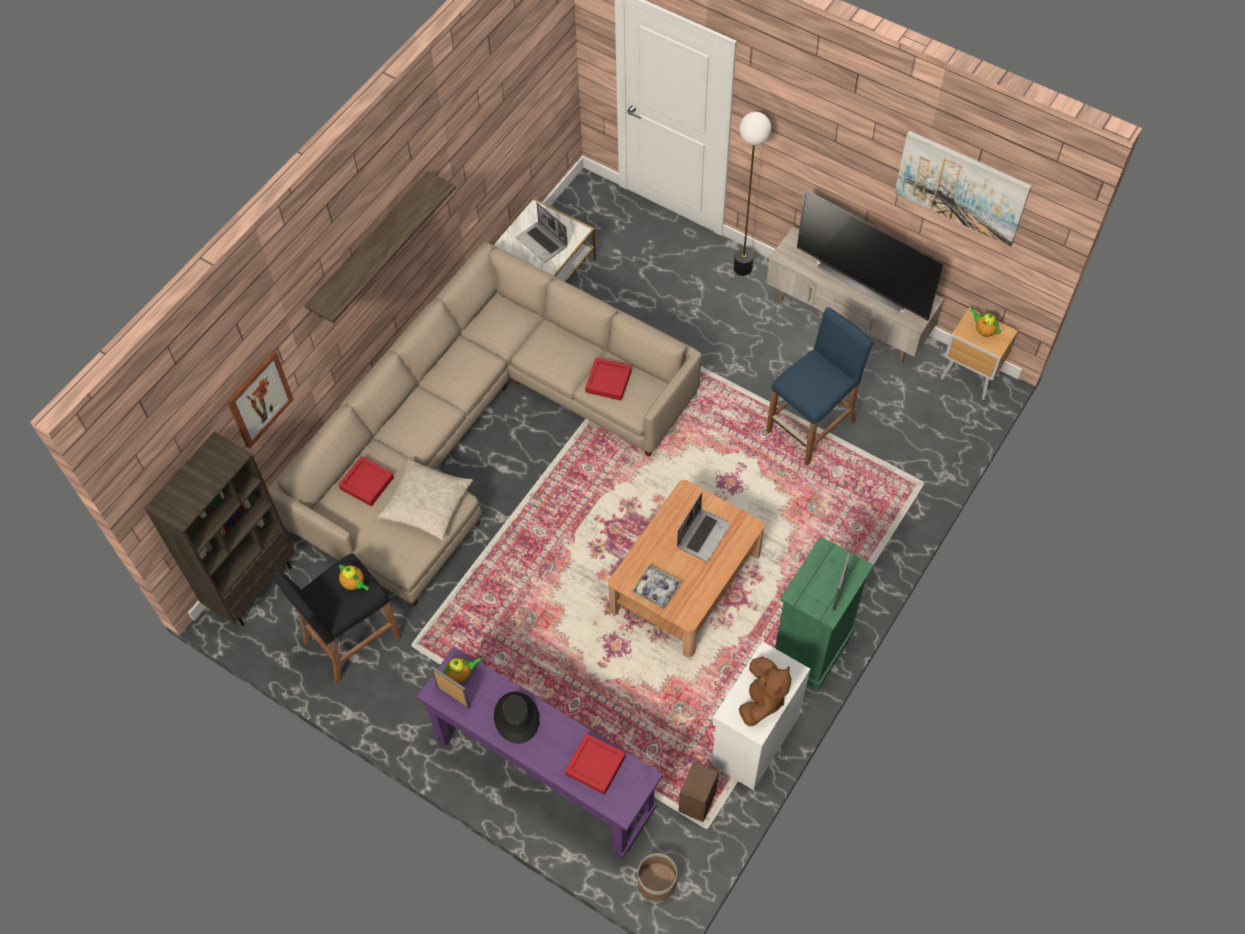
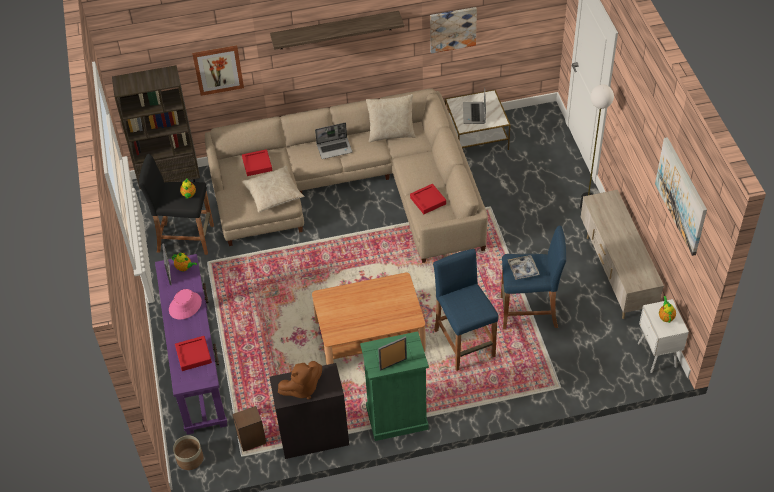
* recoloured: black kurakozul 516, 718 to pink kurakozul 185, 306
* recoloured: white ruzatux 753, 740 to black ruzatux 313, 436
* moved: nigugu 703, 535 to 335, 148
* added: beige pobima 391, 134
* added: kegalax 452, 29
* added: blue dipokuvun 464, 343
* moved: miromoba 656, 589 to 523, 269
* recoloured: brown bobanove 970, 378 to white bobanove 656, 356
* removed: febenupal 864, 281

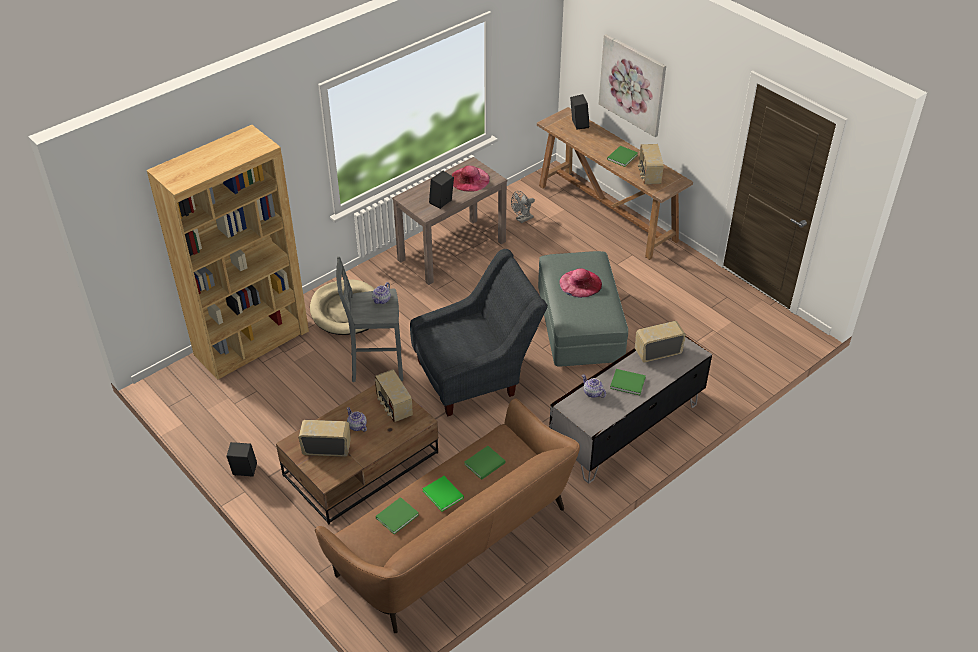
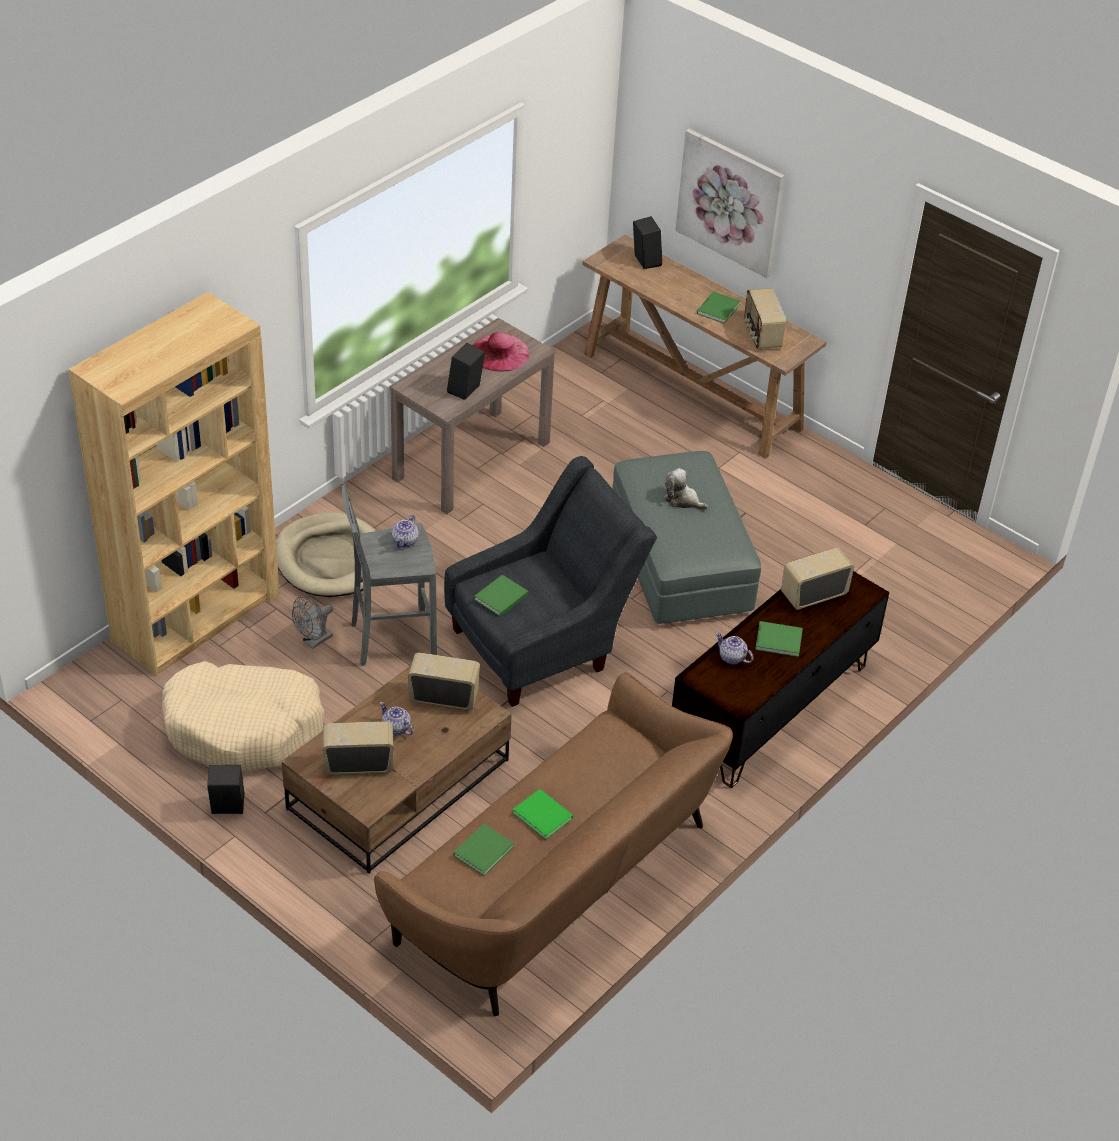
* added: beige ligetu 243, 728
* moved: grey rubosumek 522, 219 to 314, 641
* turned: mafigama 393, 407 = 444, 697 135 degrees clockwise
* moved: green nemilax 483, 464 to 500, 598
* replaced: pink kurakozul 580, 283 to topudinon 682, 500
* recoloured: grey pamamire 626, 429 to brown pamamire 771, 707

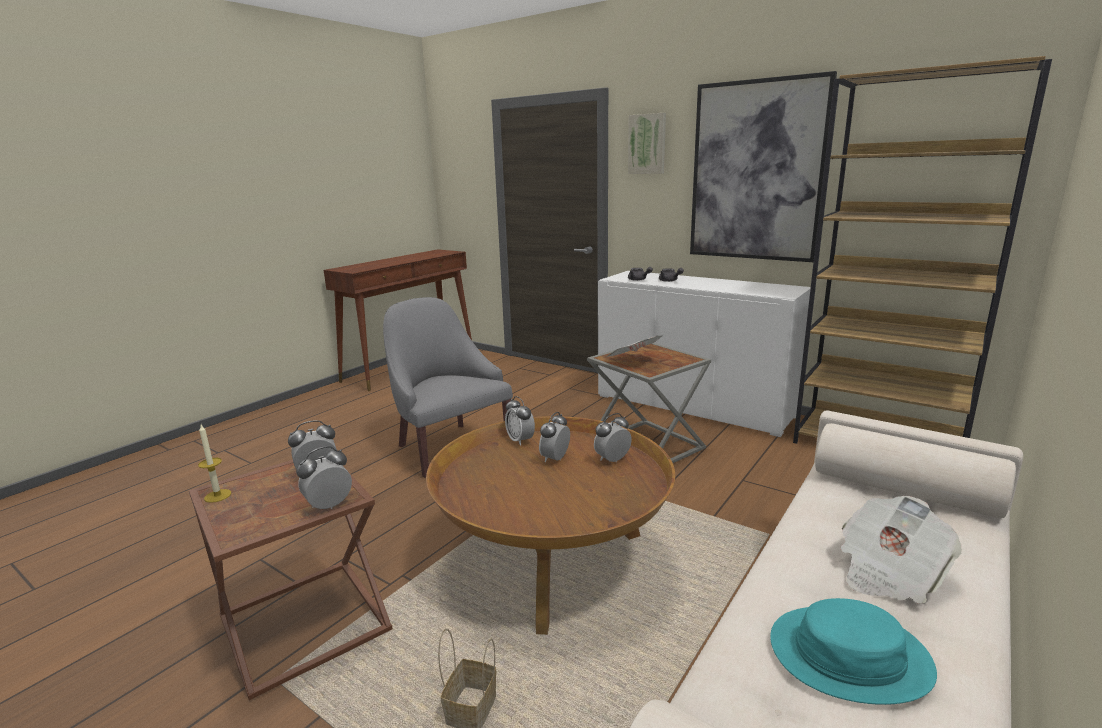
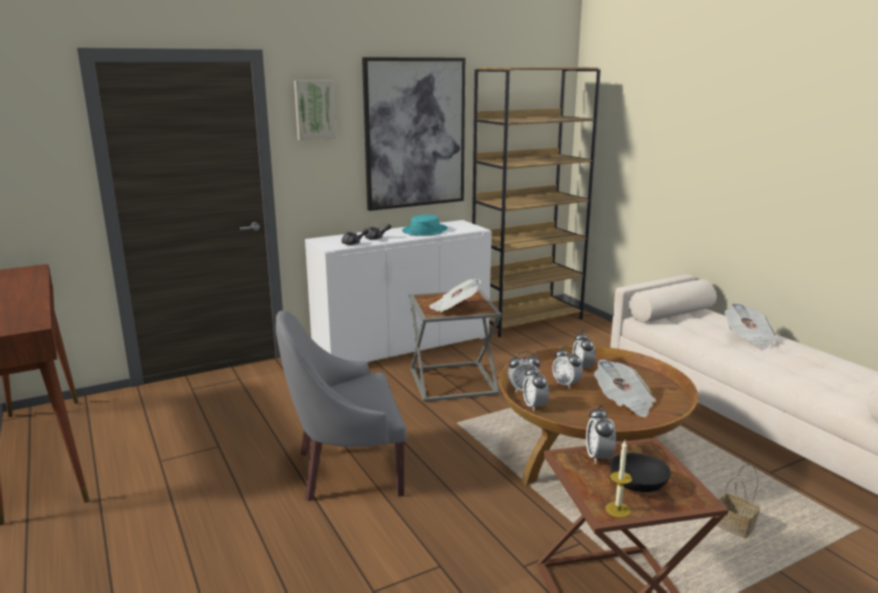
* moved: turquoise kurakozul 849, 655 to 424, 231
* moved: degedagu 329, 505 to 534, 406
* added: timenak 623, 403
* added: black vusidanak 637, 485

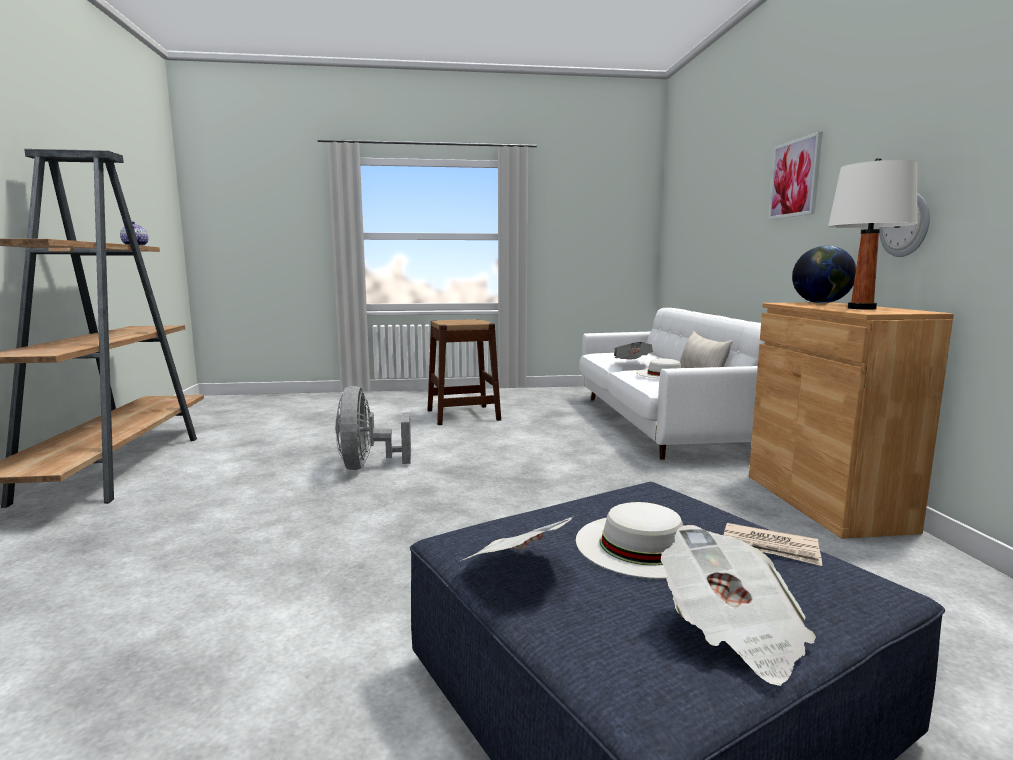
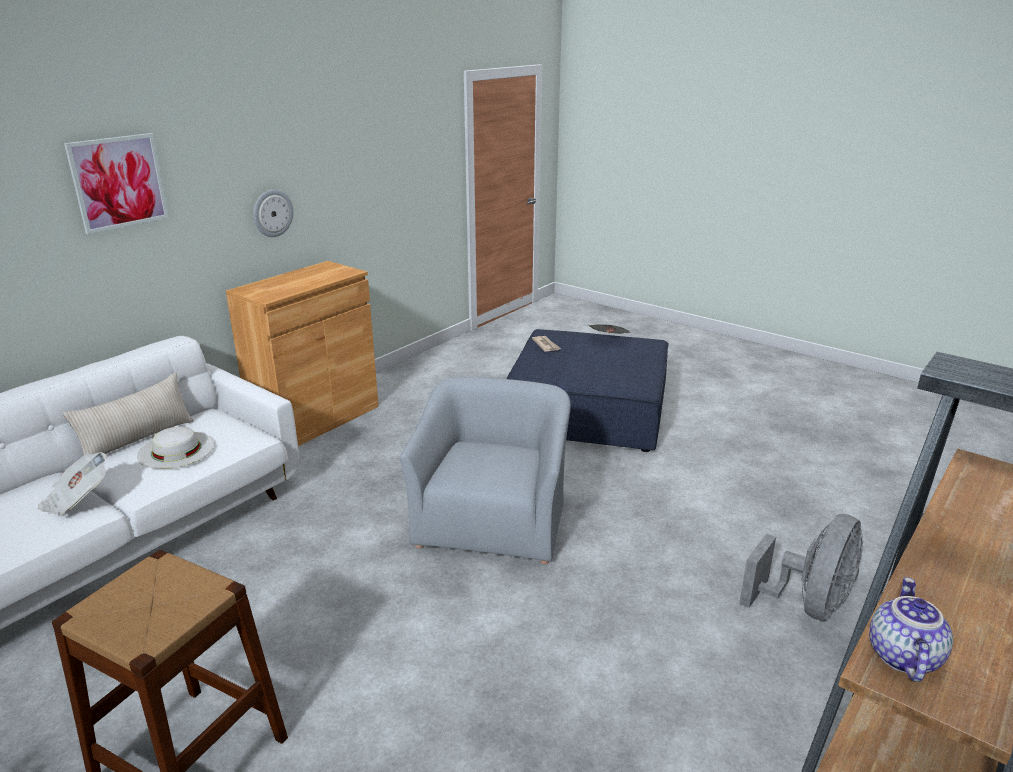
* added: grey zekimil 492, 522
* moved: grey rubosumek 367, 466 to 807, 605
* removed: timenak 517, 569
* removed: white kurakozul 642, 544
* removed: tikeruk 821, 303
* removed: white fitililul 861, 308

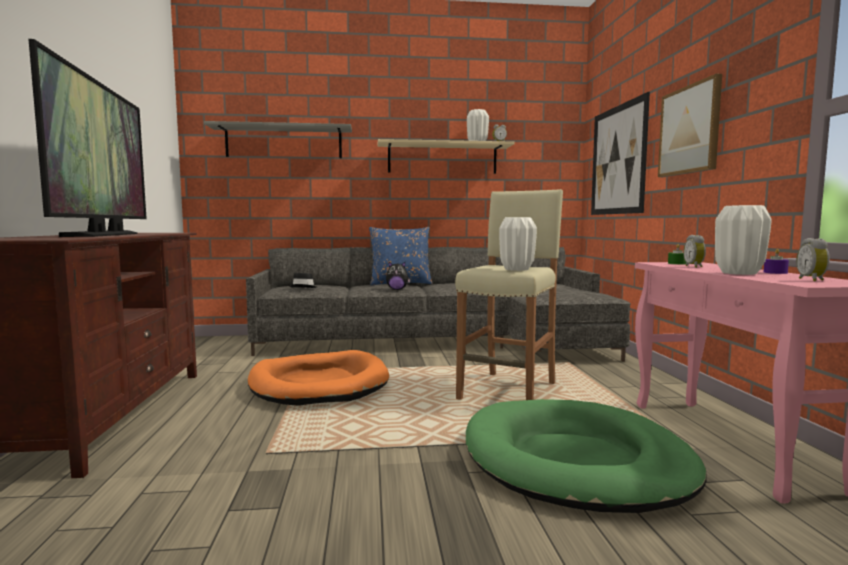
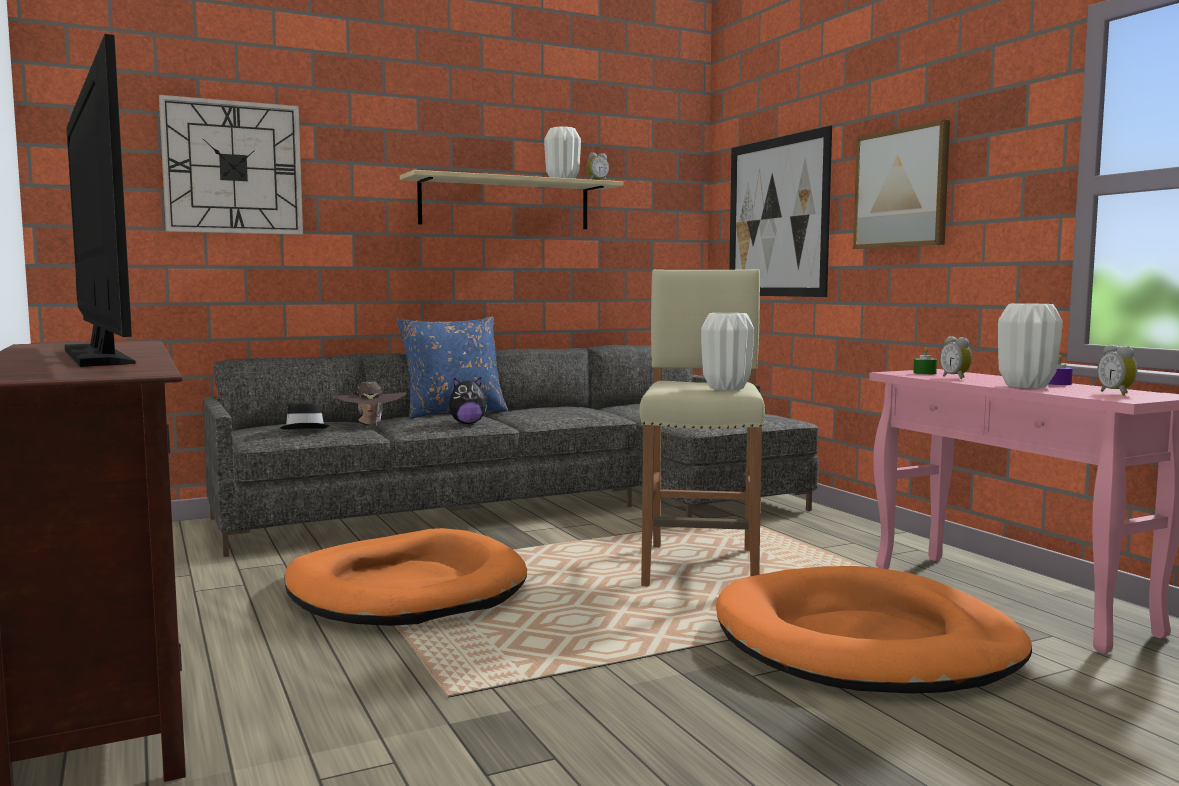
* replaced: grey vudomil 284, 143 to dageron 233, 167
* added: brown kurakozul 370, 424
* recoloured: green ligetu 576, 461 to orange ligetu 866, 643

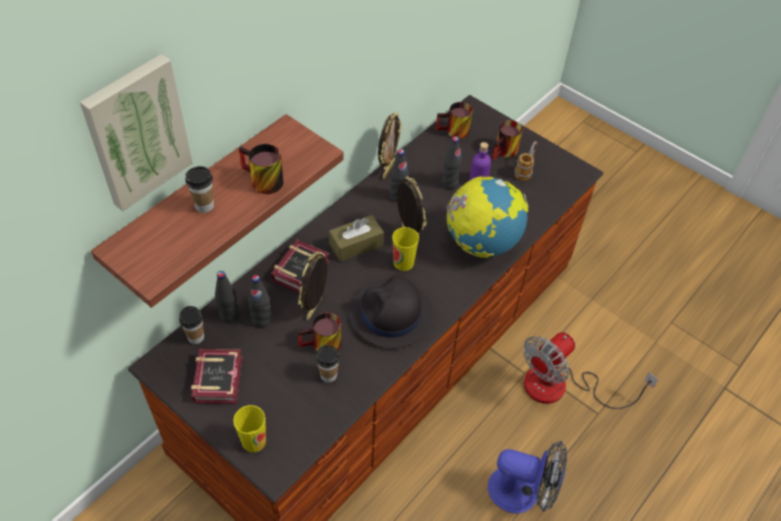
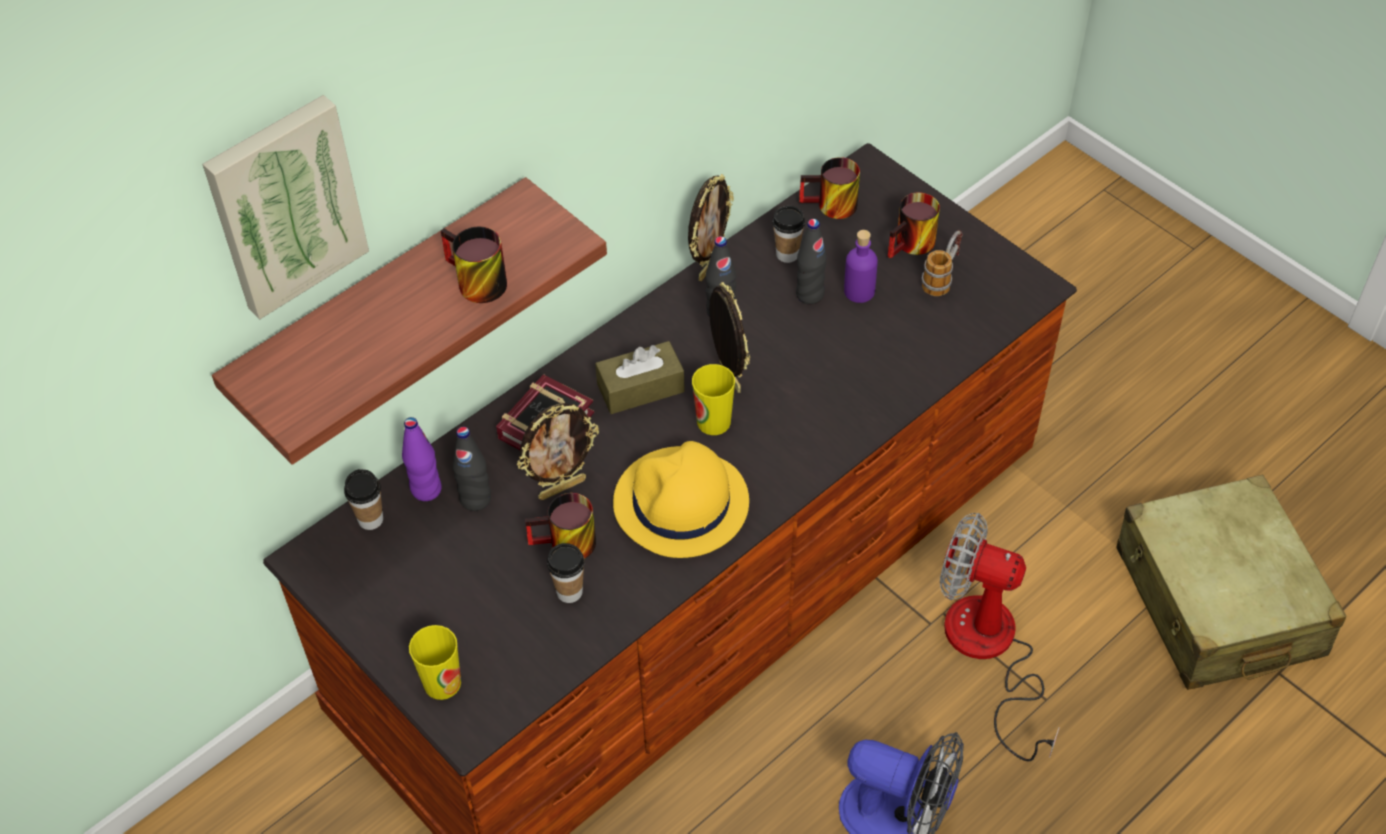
* recoloured: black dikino 229, 316 to purple dikino 426, 490
* turned: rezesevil 315, 309 = 562, 488 150 degrees counterclockwise
* recoloured: black kurakozul 390, 315 to yellow kurakozul 680, 504
* moved: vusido 204, 206 to 787, 254
* turned: rubosumek 561, 387 = 989, 652 60 degrees clockwise
* added: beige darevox 1218, 602
* removed: nemilax 220, 377
* removed: tikeruk 481, 242

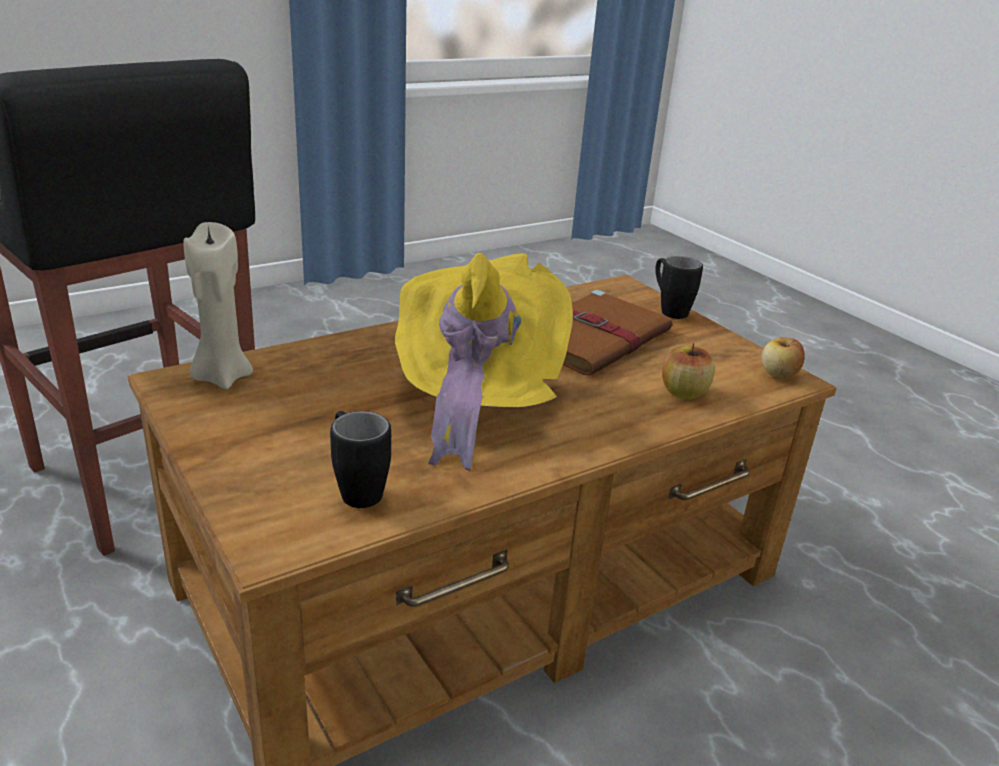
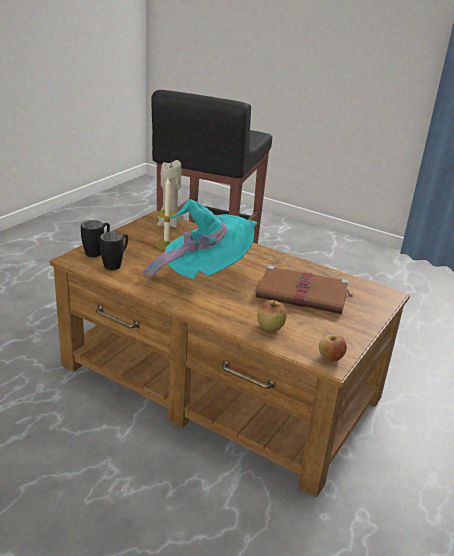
* moved: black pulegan 668, 309 to 97, 251
* recoloured: yellow kurakozul 475, 399 to turquoise kurakozul 204, 274
* added: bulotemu 166, 245

